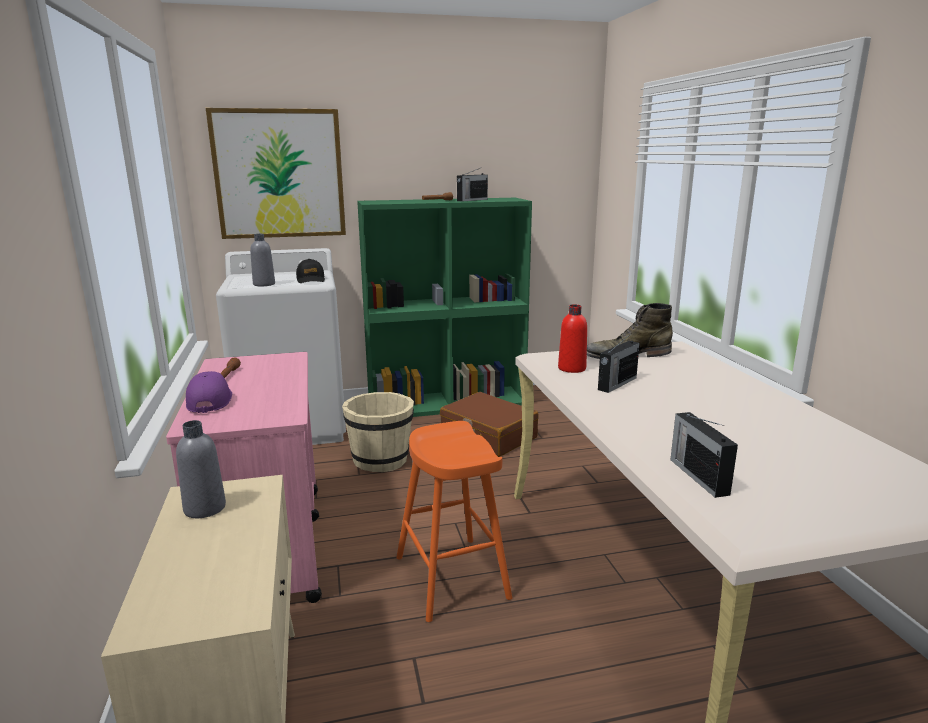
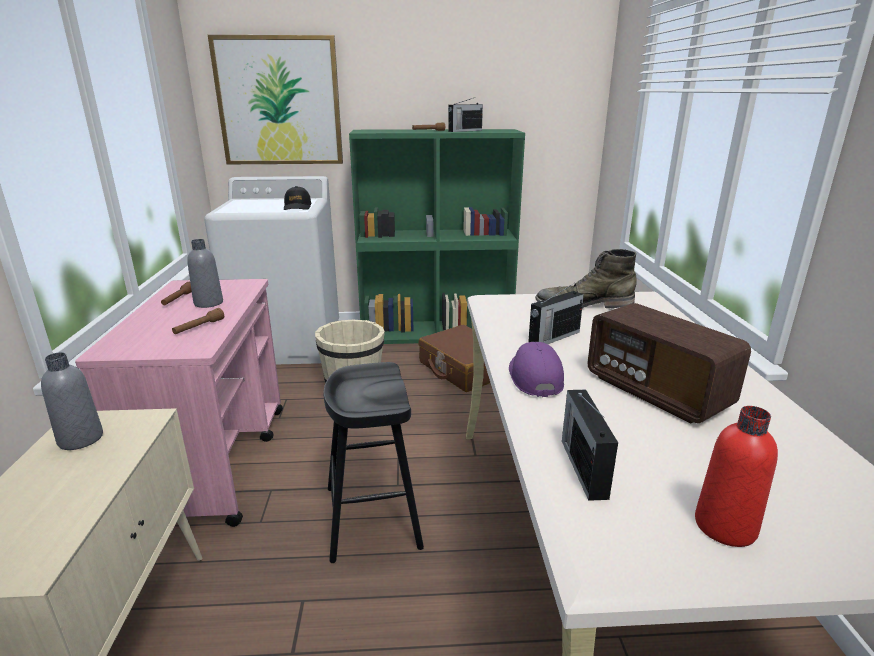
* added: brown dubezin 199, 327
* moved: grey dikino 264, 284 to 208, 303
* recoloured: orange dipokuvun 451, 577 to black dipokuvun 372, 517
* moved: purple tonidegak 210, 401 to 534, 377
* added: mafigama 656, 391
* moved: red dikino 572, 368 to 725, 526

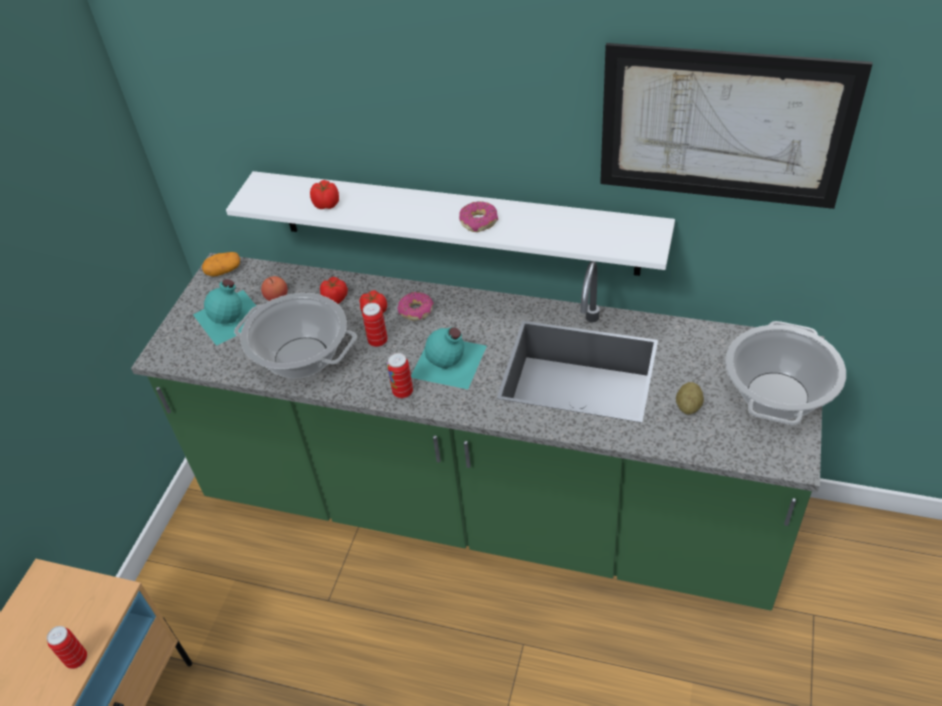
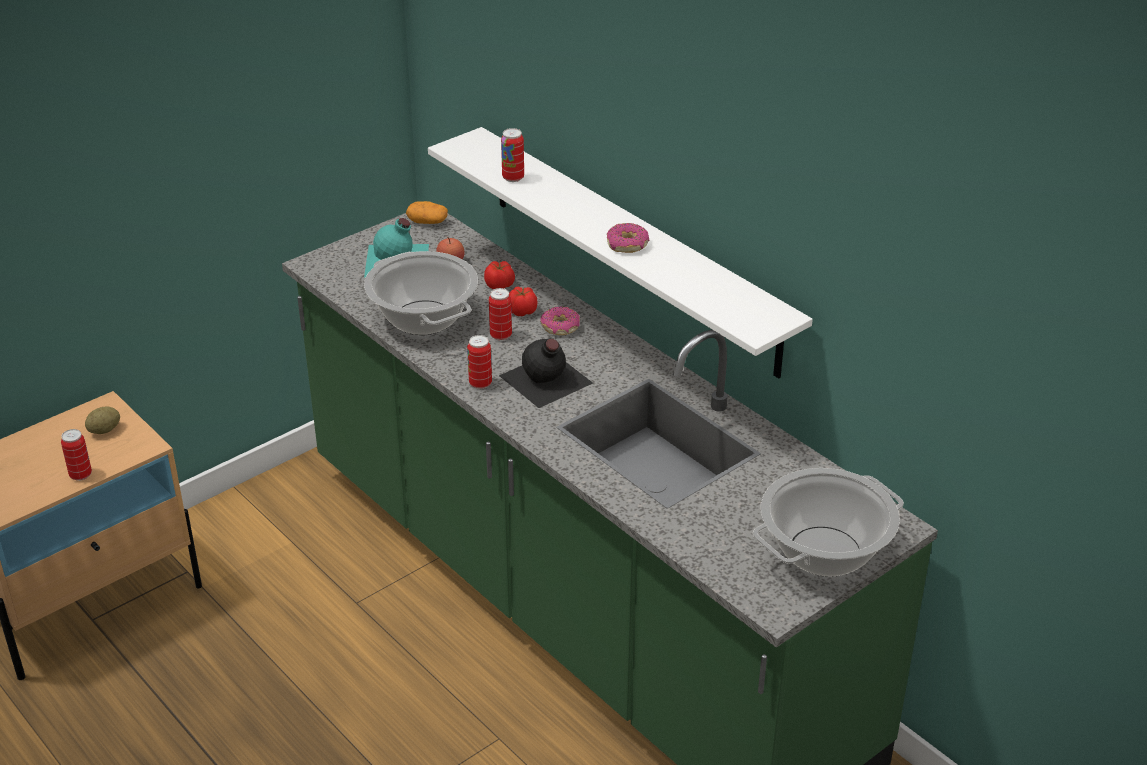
* moved: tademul 688, 406 to 104, 430
* recoloured: turquoise dikino 449, 362 to black dikino 545, 380
* replaced: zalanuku 327, 205 to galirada 513, 178
* removed: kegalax 724, 127

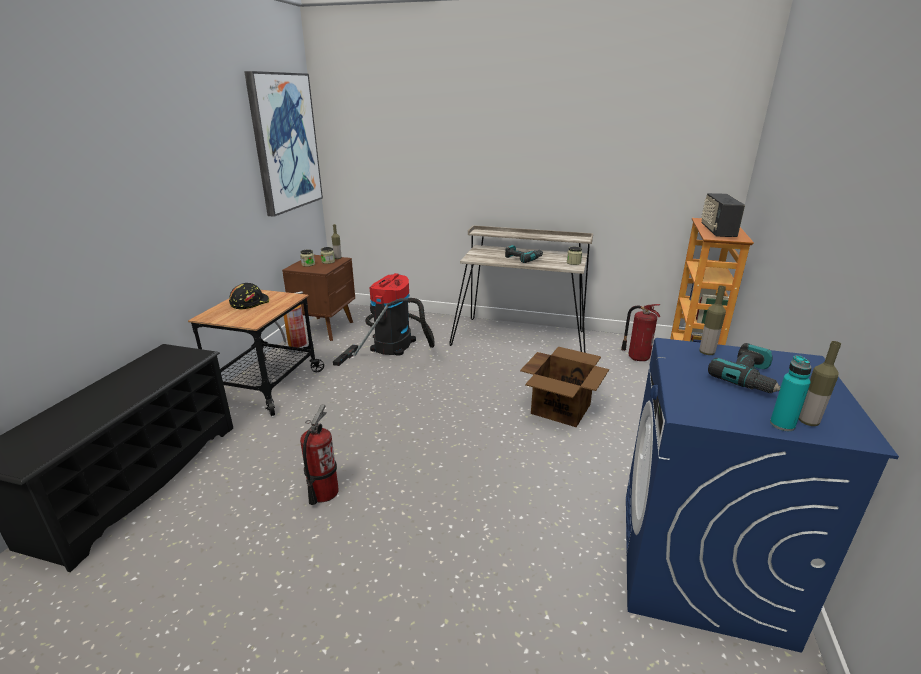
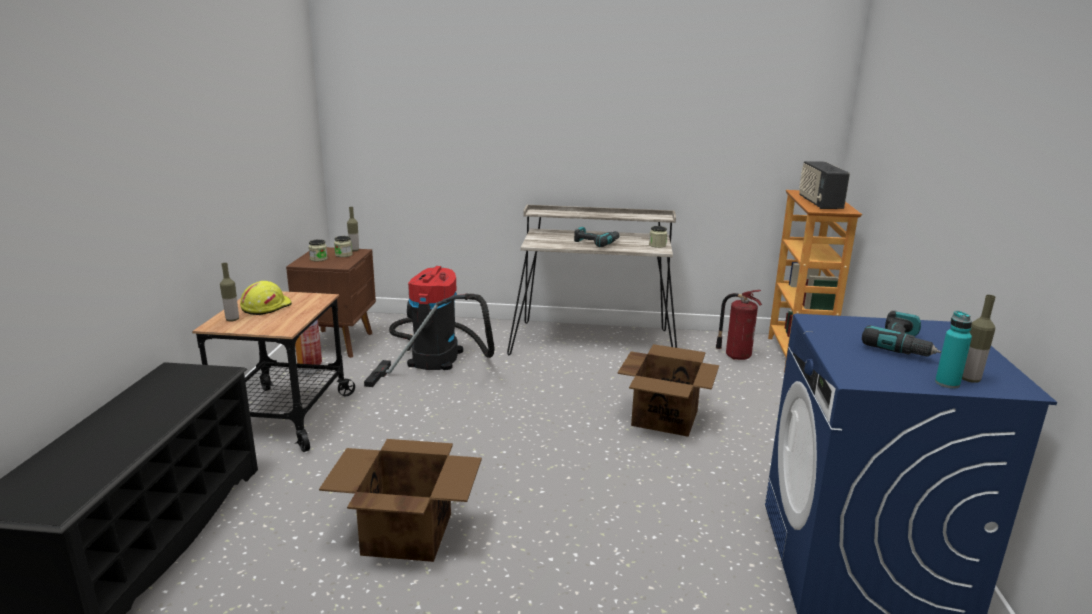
* moved: dikino 706, 352 to 232, 319
* recoloured: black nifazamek 249, 303 to yellow nifazamek 265, 307
* replaced: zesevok 323, 492 to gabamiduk 406, 533
* removed: kegalax 285, 143

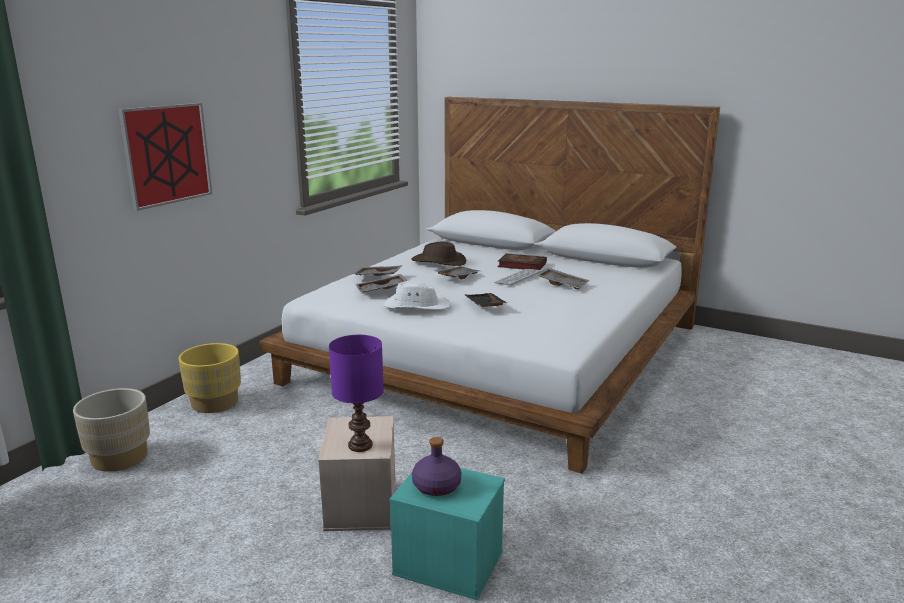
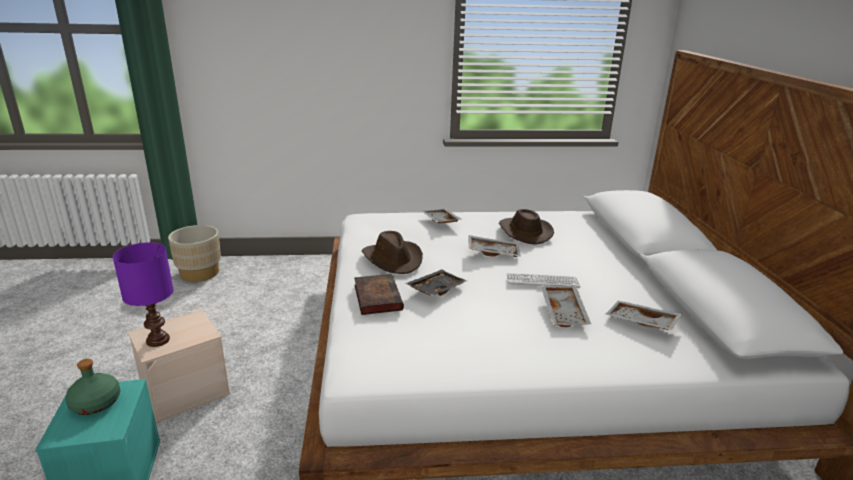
* recoloured: purple dikino 437, 486 to green dikino 95, 404
* moved: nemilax 520, 265 to 376, 297
* recoloured: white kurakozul 416, 306 to brown kurakozul 393, 259
* moved: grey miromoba 381, 290 to 640, 323
* removed: kegalax 167, 154
* removed: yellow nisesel 215, 402

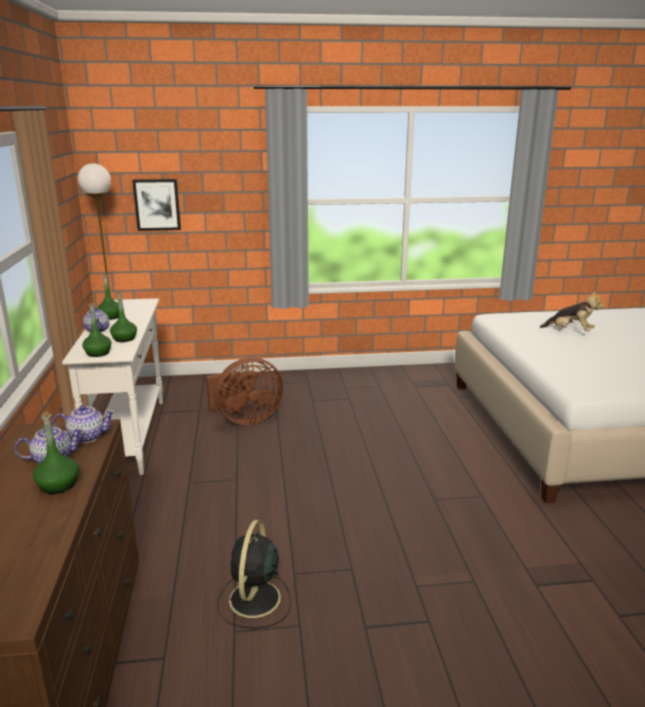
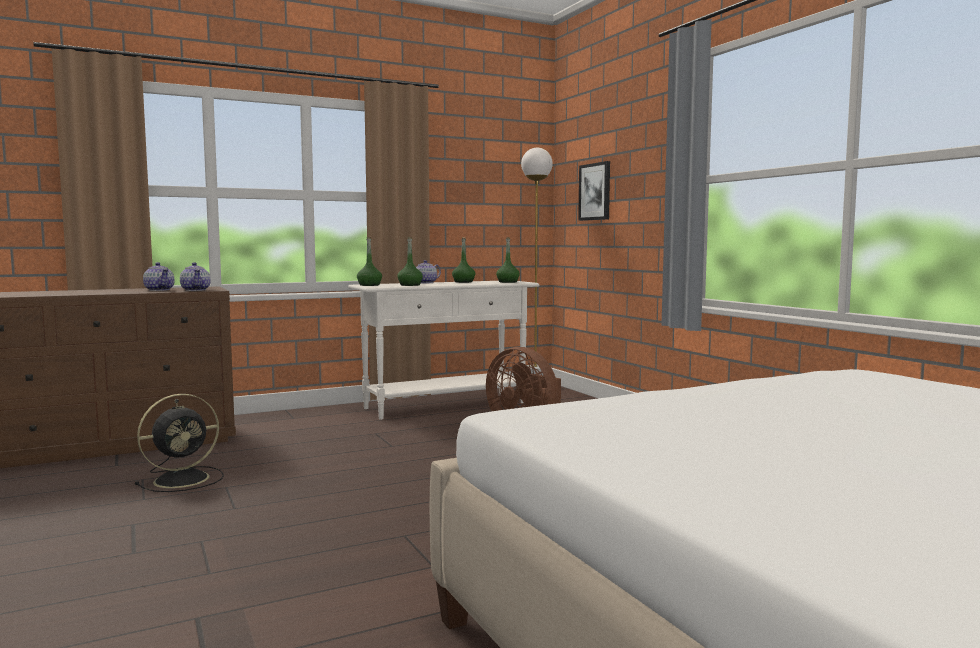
* turned: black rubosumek 254, 600 = 184, 479 150 degrees clockwise
* moved: green dikino 58, 485 to 507, 282
* removed: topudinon 570, 332

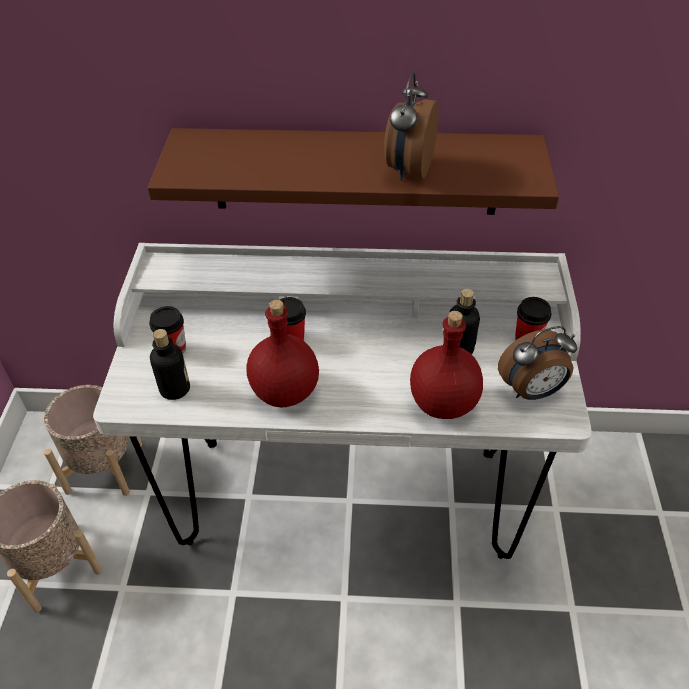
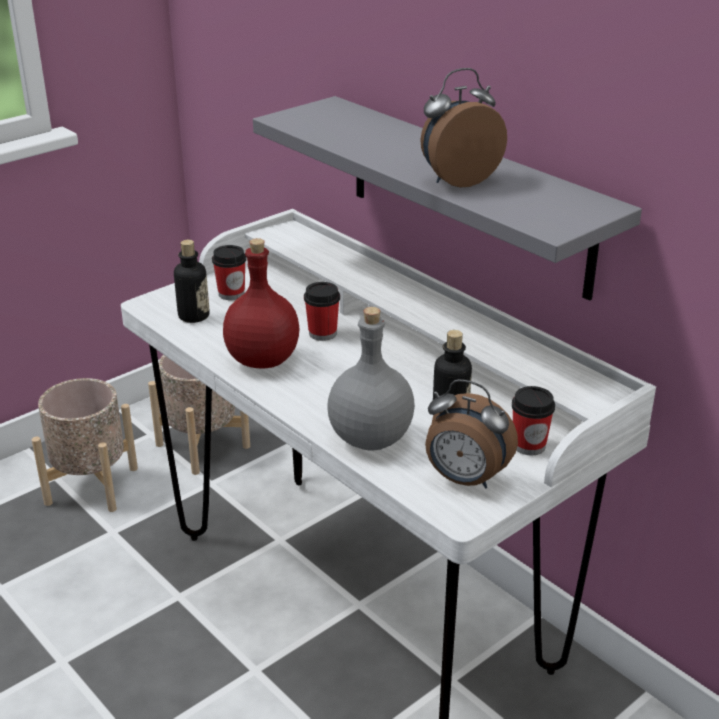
* recoloured: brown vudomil 355, 172 to grey vudomil 467, 194
* recoloured: red dikino 443, 402 to grey dikino 372, 438

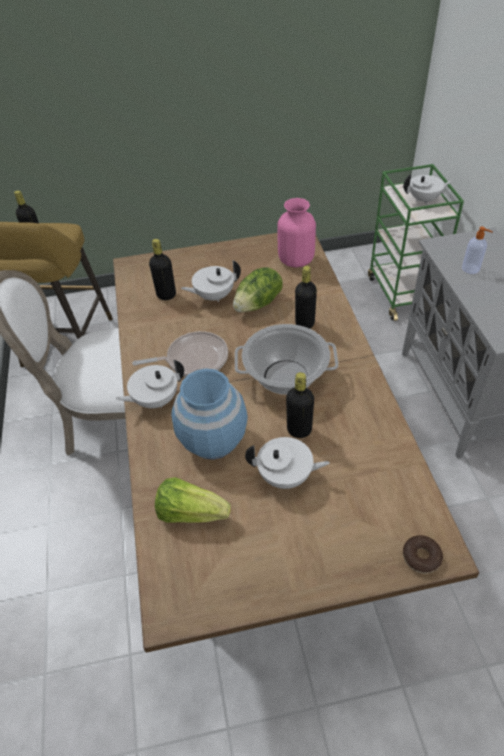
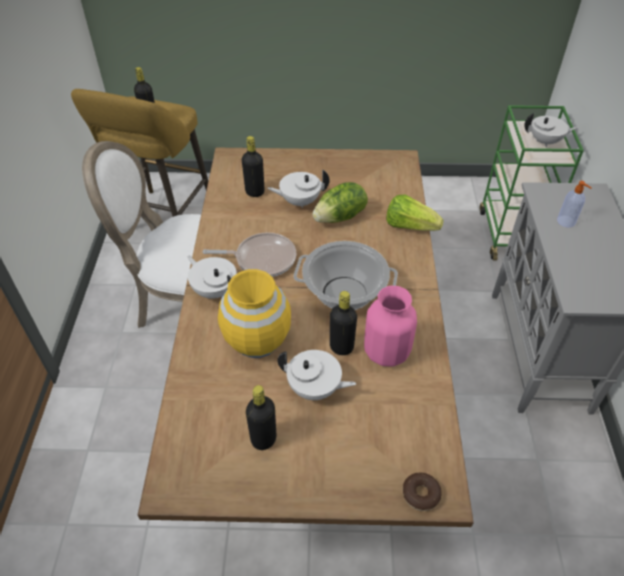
* turned: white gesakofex 155, 400 = 214, 290 60 degrees clockwise
* recoloured: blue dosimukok 213, 440 to yellow dosimukok 257, 339
* moved: black dikino 305, 324 to 263, 439
* moved: pink dosimukok 296, 260 to 386, 351
* moved: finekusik 191, 512 to 410, 226

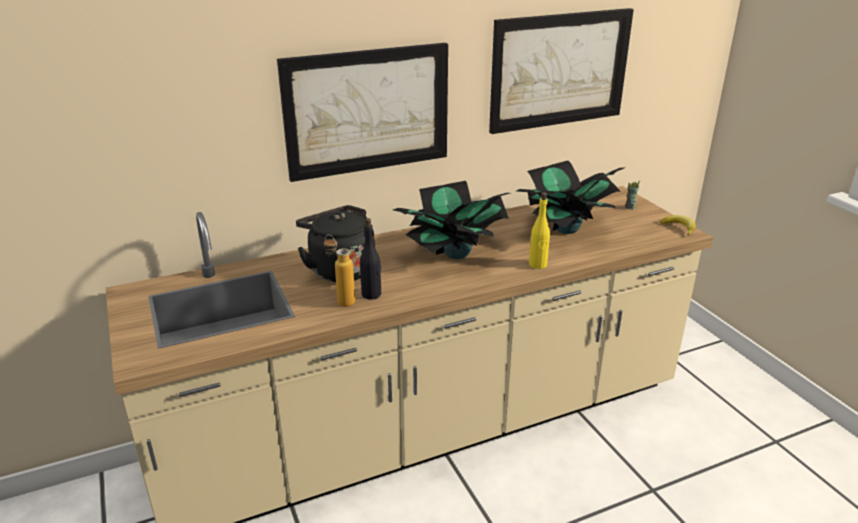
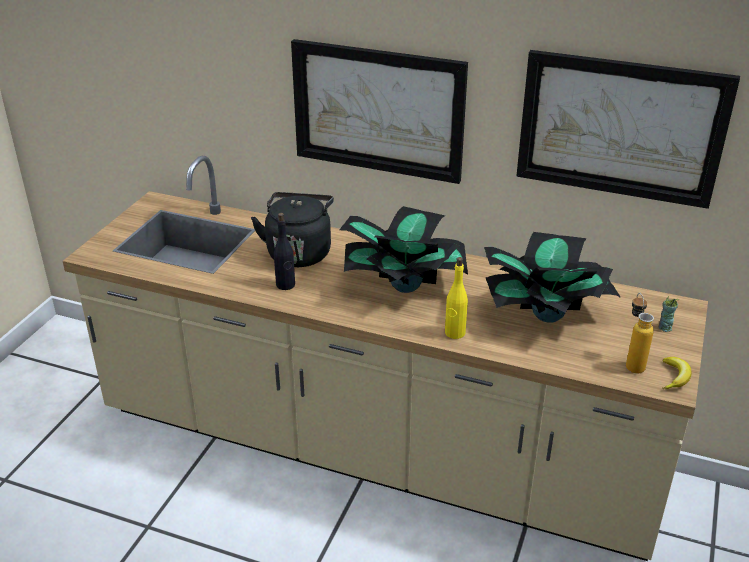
* moved: dikino 341, 300 to 632, 363

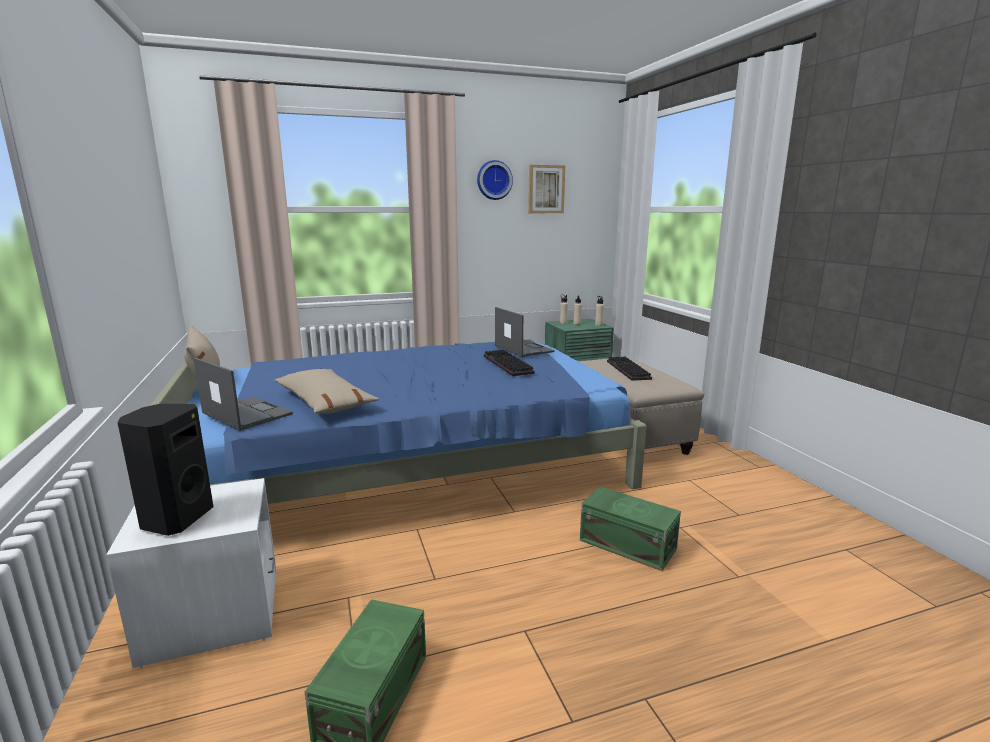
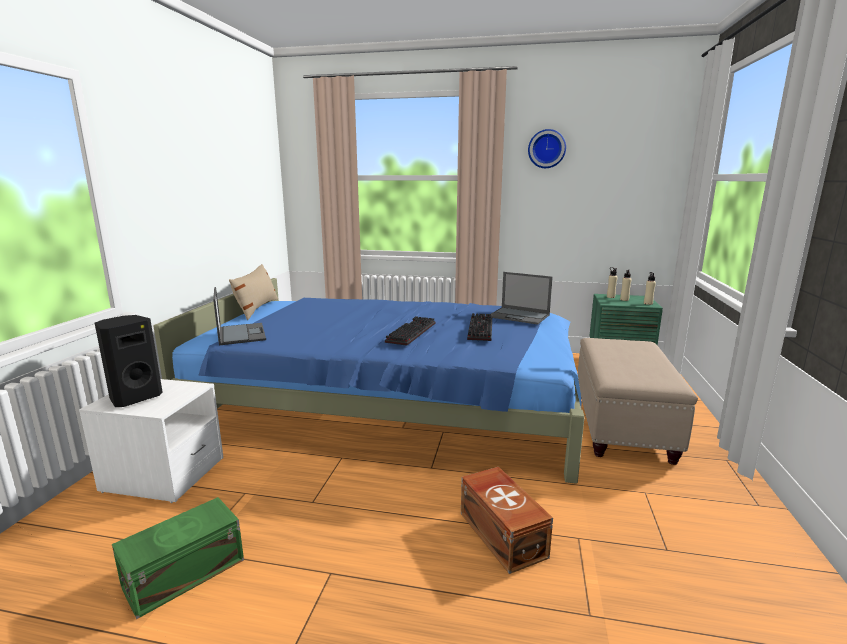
* moved: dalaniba 626, 370 to 410, 332
* recoloured: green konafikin 626, 543 to brown konafikin 502, 533
* turned: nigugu 523, 348 = 519, 316 120 degrees clockwise
* removed: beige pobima 325, 402
* removed: kegalax 546, 189

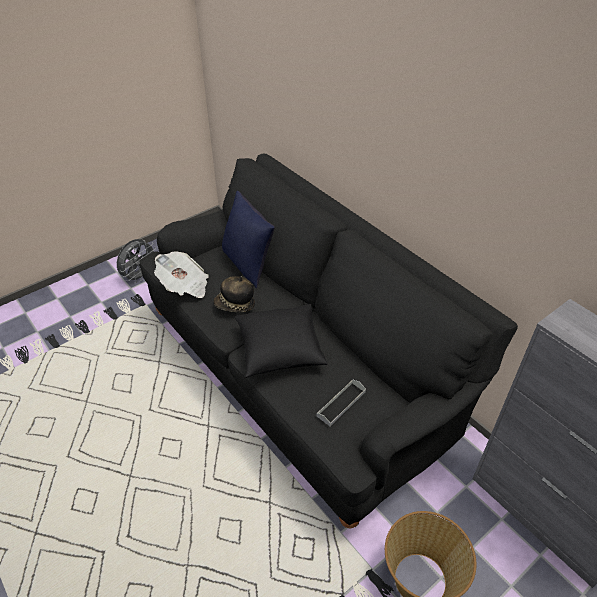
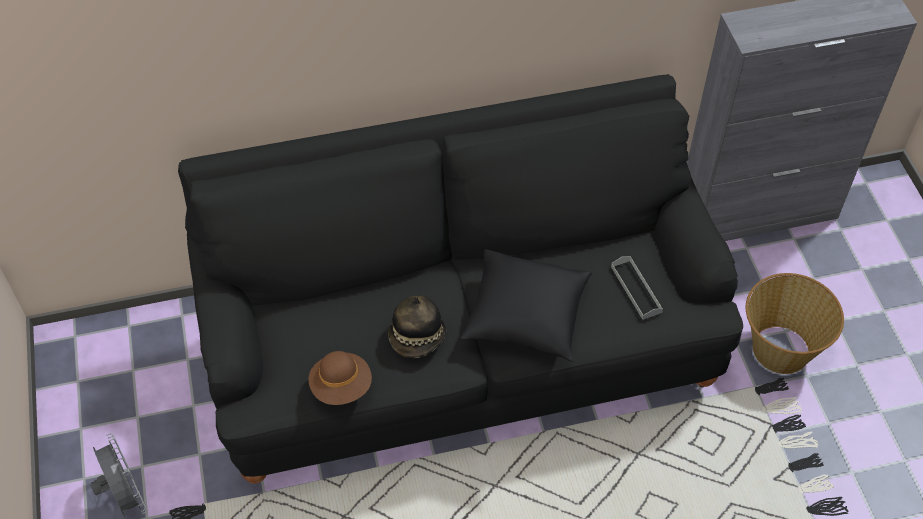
* replaced: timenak 184, 285 to brown kurakozul 341, 386
* removed: blue pobima 248, 265

